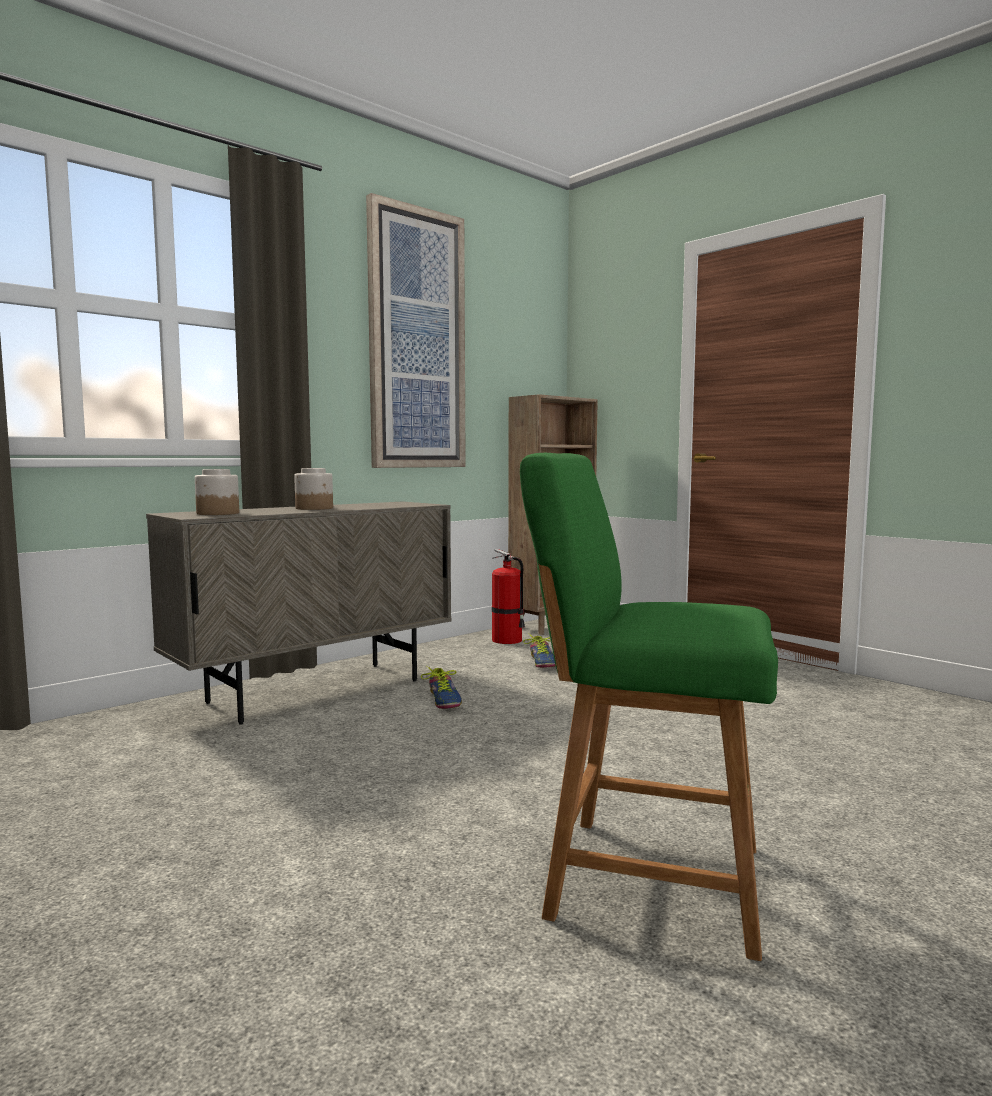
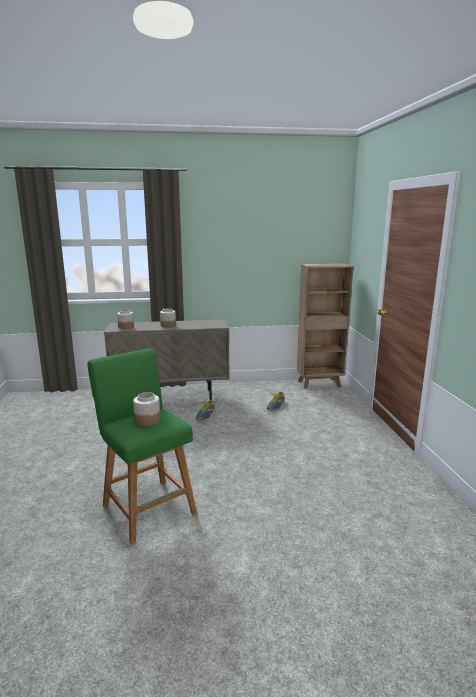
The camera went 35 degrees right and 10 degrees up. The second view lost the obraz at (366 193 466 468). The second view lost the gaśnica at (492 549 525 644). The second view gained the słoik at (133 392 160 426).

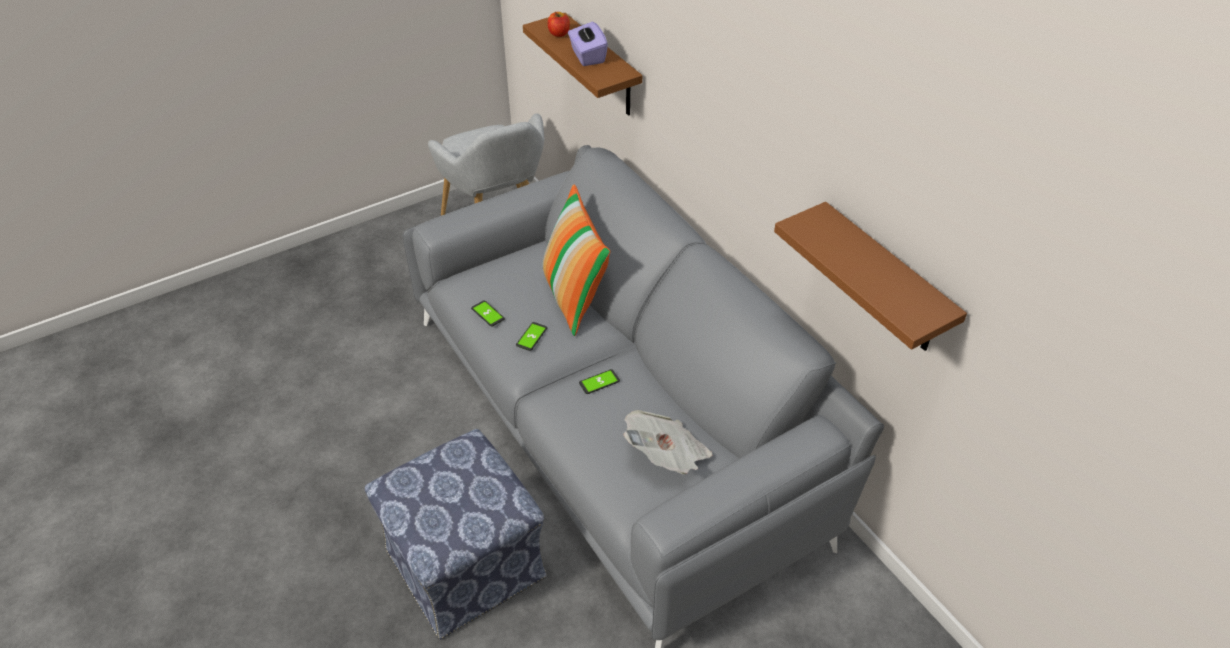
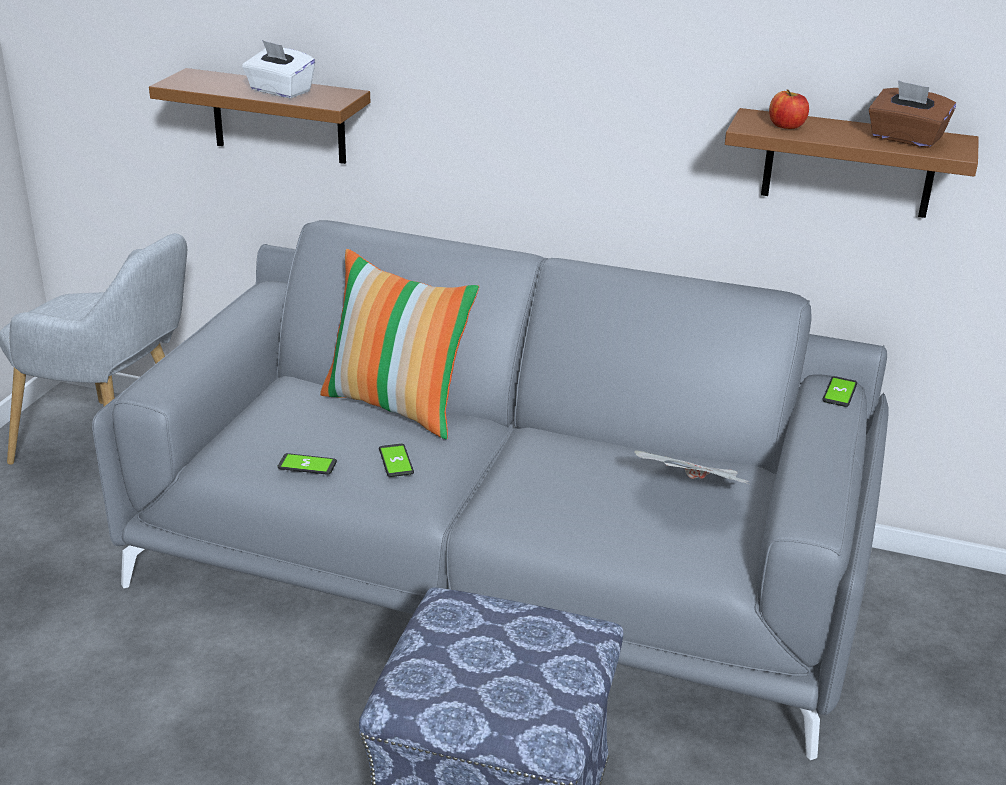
The camera went 40 degrees left and 15 degrees down. The second view gained the pudełko chusteczek/brązowy at (868 80 956 148). The jabłko ended up elsewhere, having gone from (548 12 570 37) to (769 89 809 129). The telefon ended up elsewhere, having gone from (579 369 620 394) to (822 376 857 407). What was the pudełko chusteczek/fioletowy at (568 20 608 66) turned into the pudełko chusteczek/biały at (242 40 315 98).

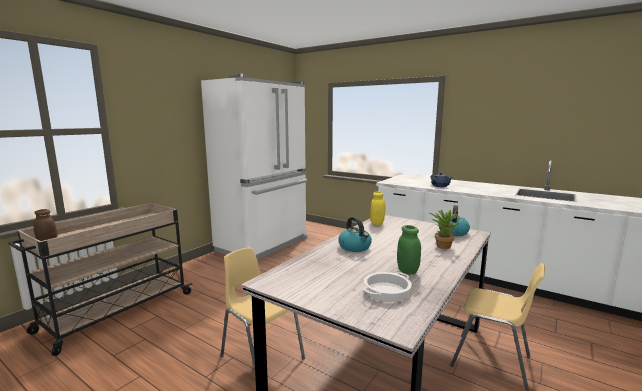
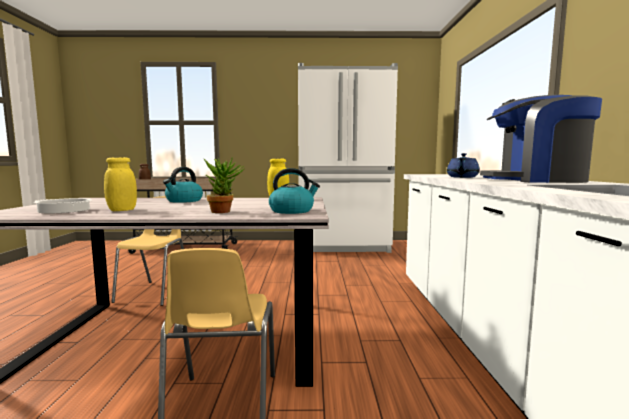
The camera went 55 degrees right and 5 degrees down. The second view gained the ekspres do kawy at (480 95 602 183). What was the słoik/zielony at (397 225 421 274) turned into the słoik/żółty at (104 157 137 211).

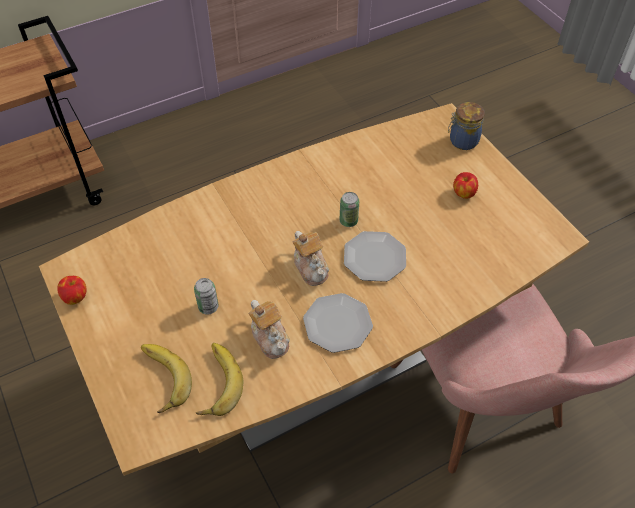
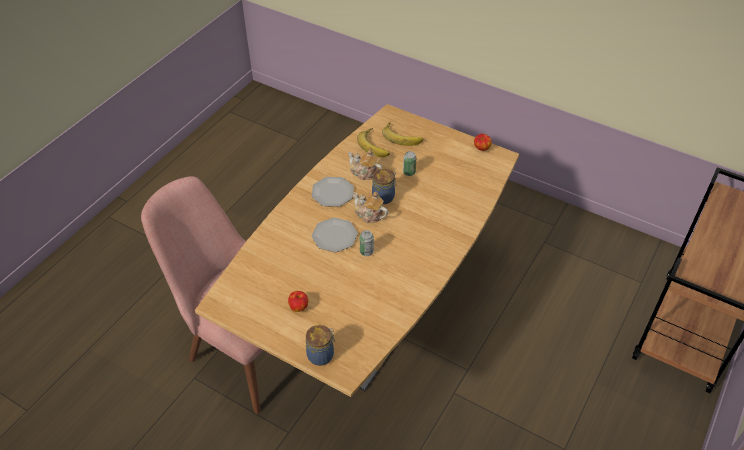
The camera went 150 degrees right and 5 degrees down. The second view gained the słoik at (372 169 396 204).

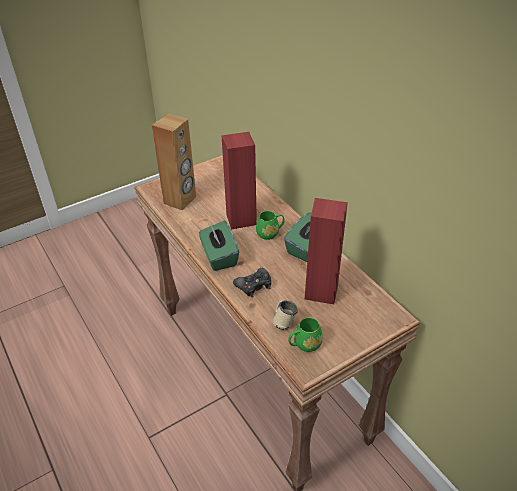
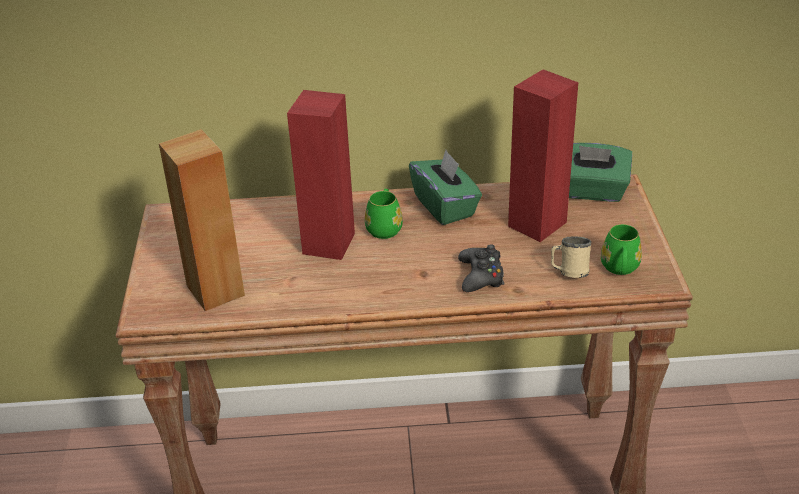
The camera went 60 degrees left and 5 degrees down. The pudełko chusteczek/zielony ended up elsewhere, having gone from (199 221 239 271) to (569 143 632 202).

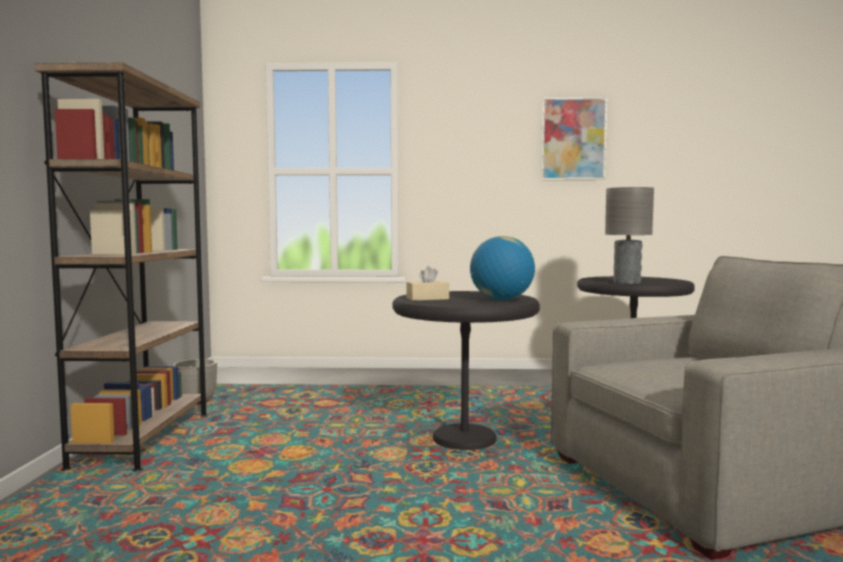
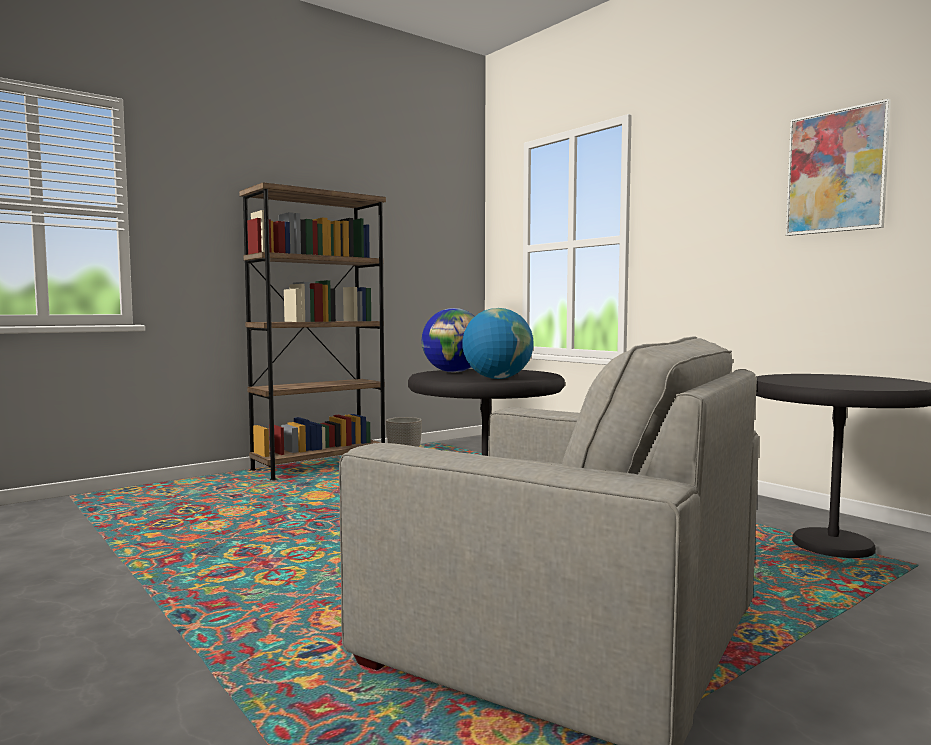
The camera went 50 degrees right and 0 degrees up. The second view lost the lampa stołowa/szary at (605 187 654 285). Where the pudełko chusteczek/beżowy stood at (407 266 449 301), the globus came to stand at (422 308 475 372).

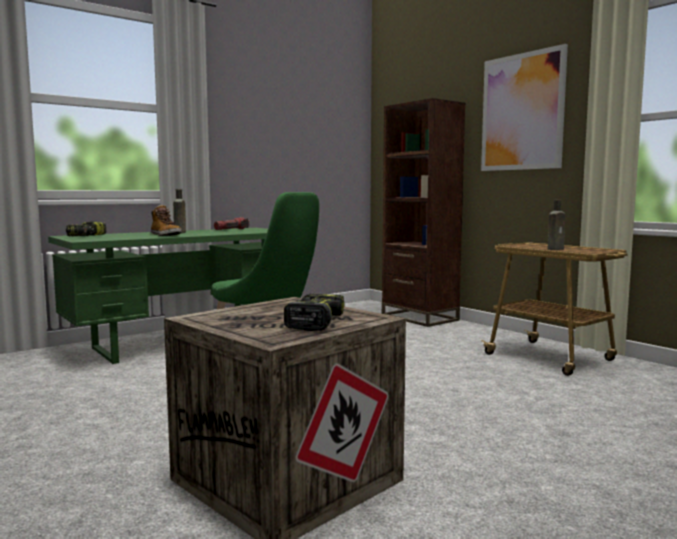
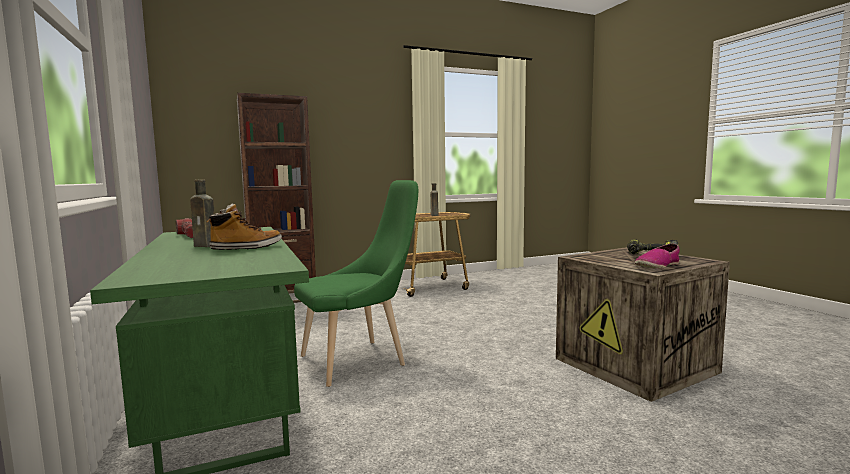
The camera went 75 degrees left and 0 degrees up. The second view lost the wiertarka at (66 221 106 236). The second view lost the obraz at (481 44 568 171). The second view gained the but at (635 244 680 269).

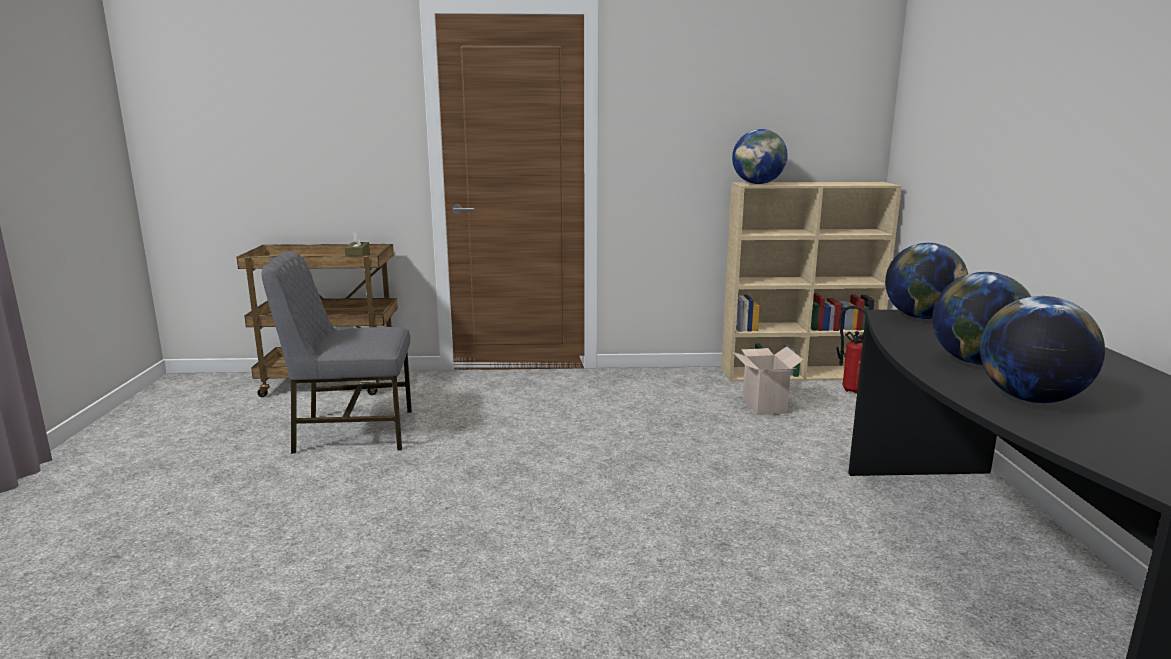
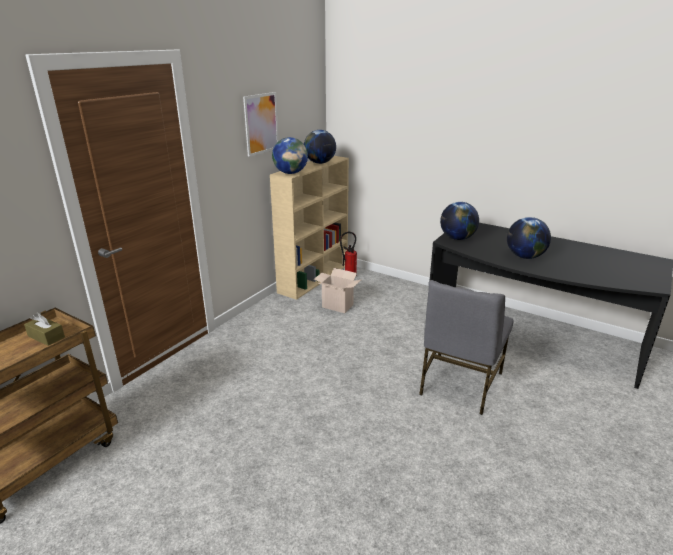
The camera went 55 degrees left and 10 degrees up. The second view gained the obraz at (243 92 279 157). The krzesło/szary ended up elsewhere, having gone from (261 251 412 454) to (419 280 514 415). The globus ended up elsewhere, having gone from (980 296 1105 403) to (304 130 336 164).

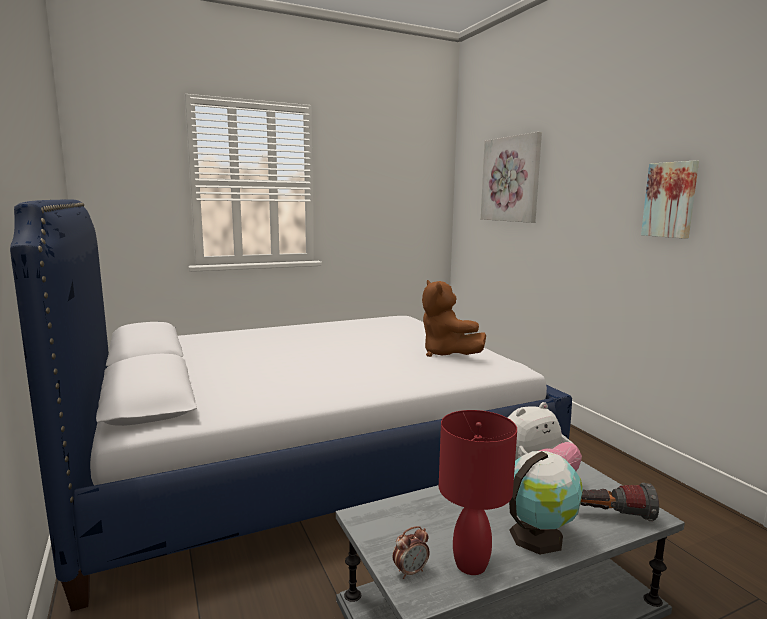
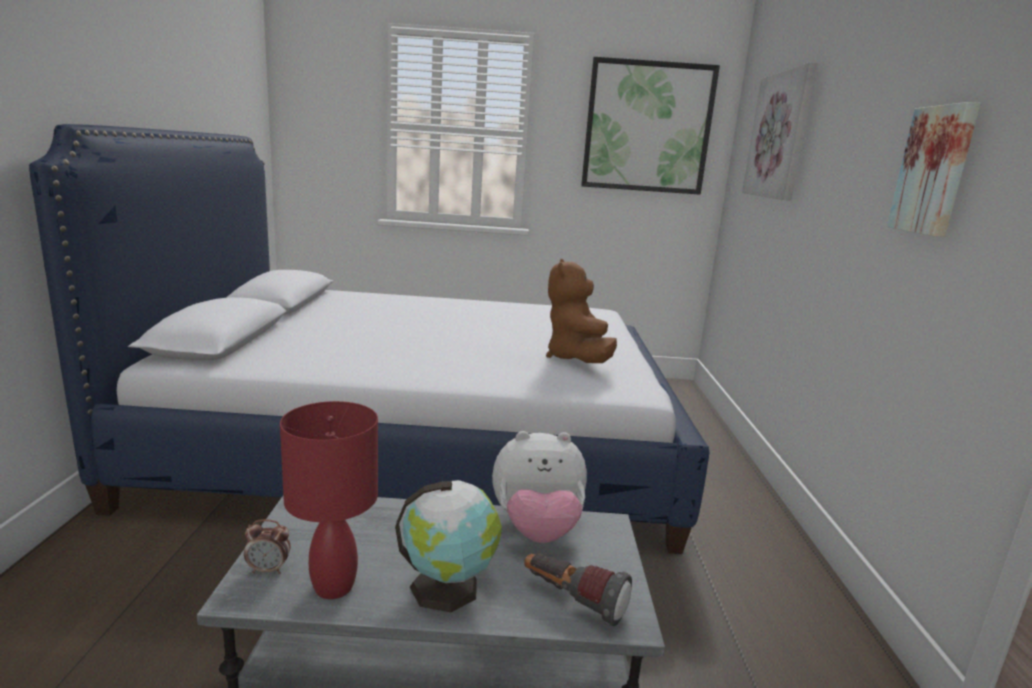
The camera went 25 degrees right and 5 degrees up. The second view gained the obraz at (581 57 720 195).

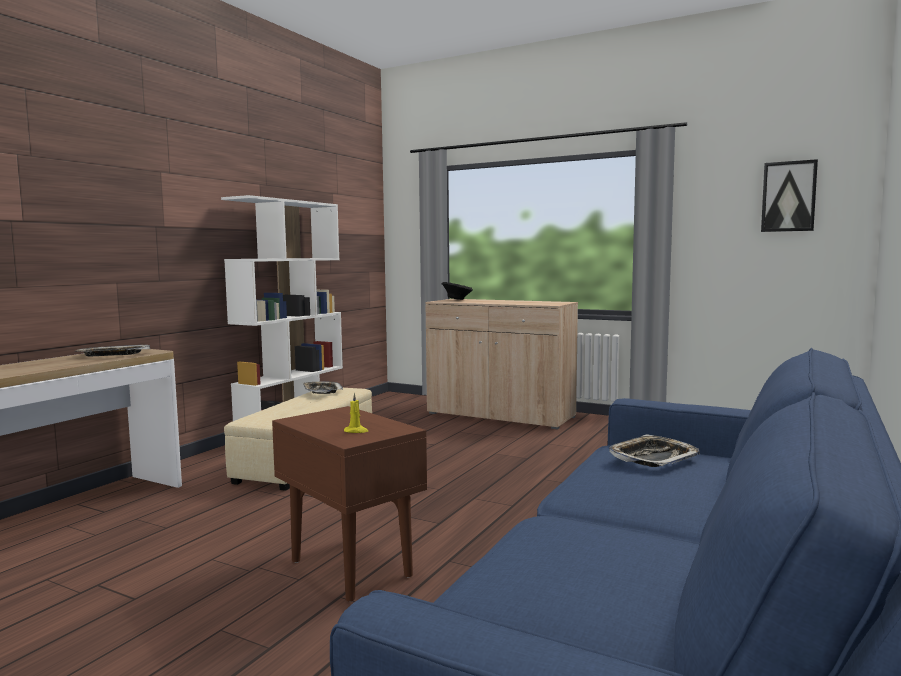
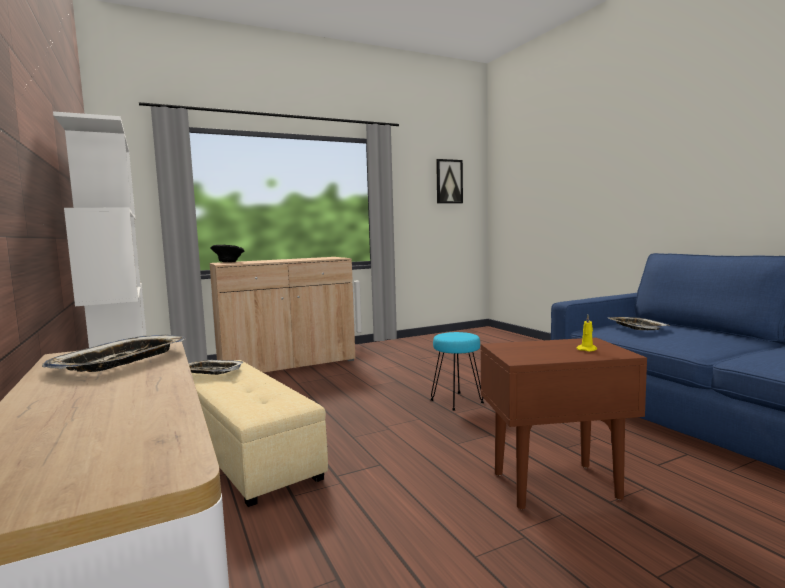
The camera went 55 degrees left and 0 degrees up. The second view gained the stołek/turkusowy at (430 332 484 411).

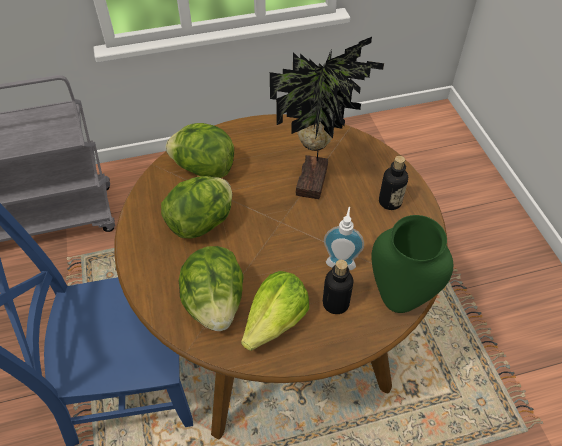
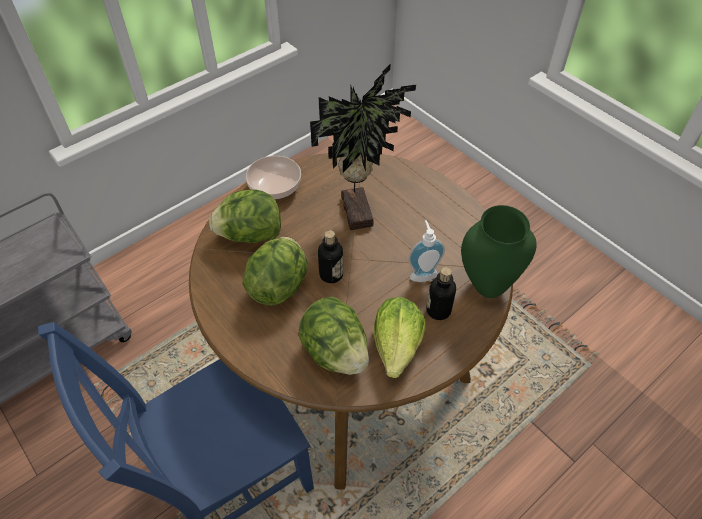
The camera went 25 degrees left and 0 degrees up. The second view gained the miska at (246 156 301 199). The butelka ended up elsewhere, having gone from (379 156 408 210) to (318 230 343 283).

